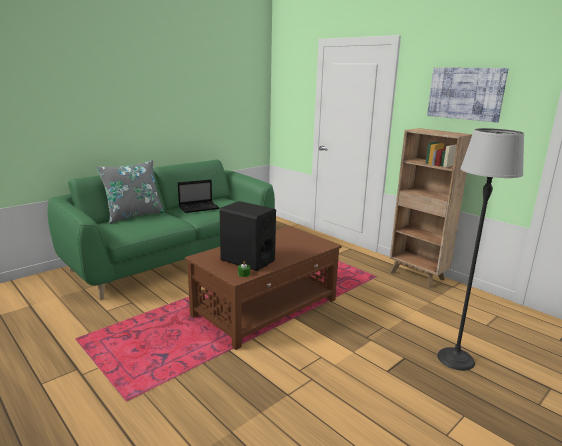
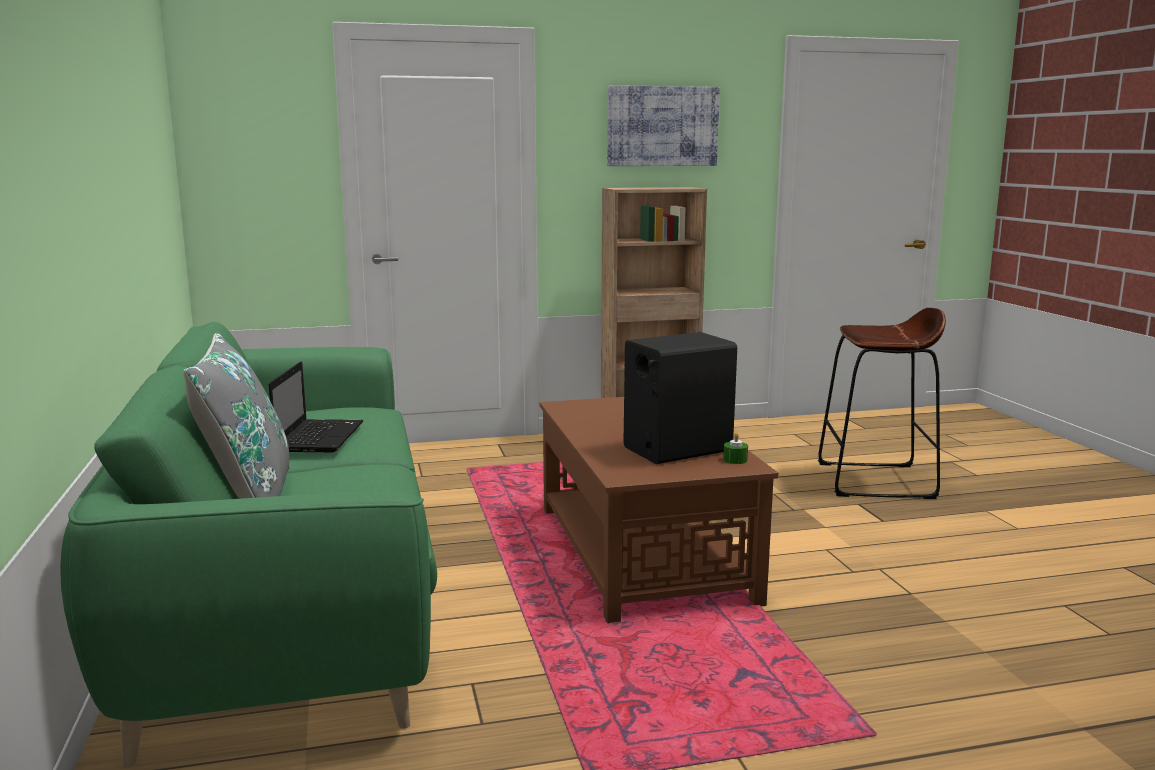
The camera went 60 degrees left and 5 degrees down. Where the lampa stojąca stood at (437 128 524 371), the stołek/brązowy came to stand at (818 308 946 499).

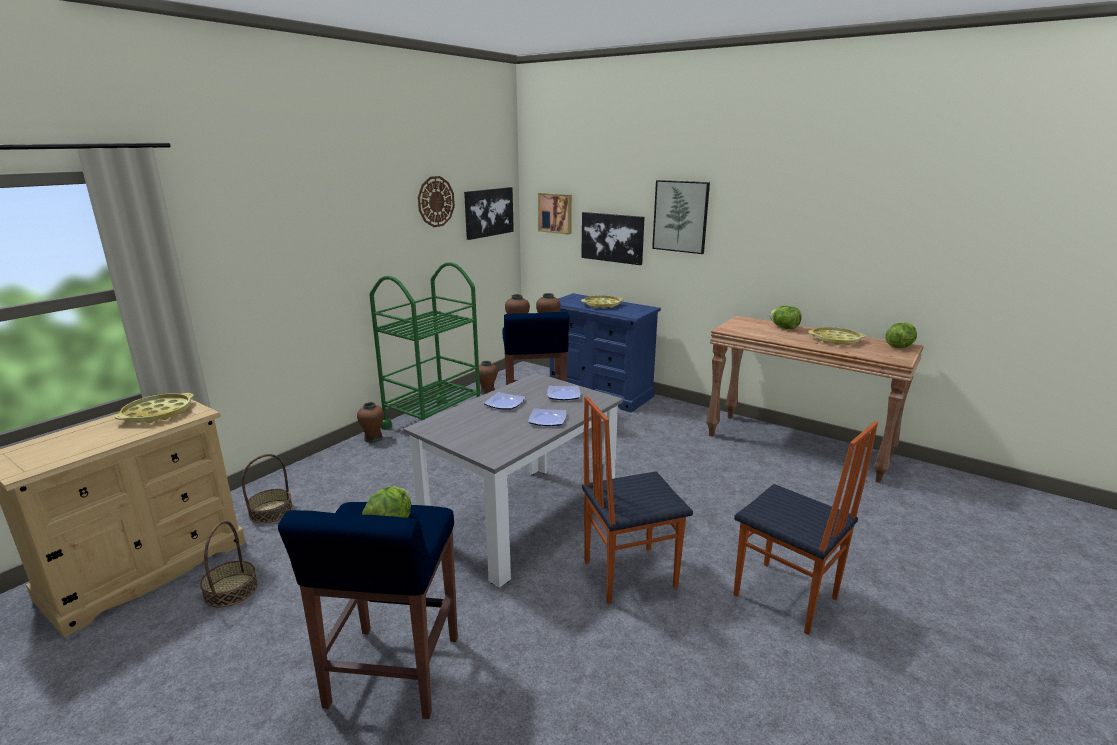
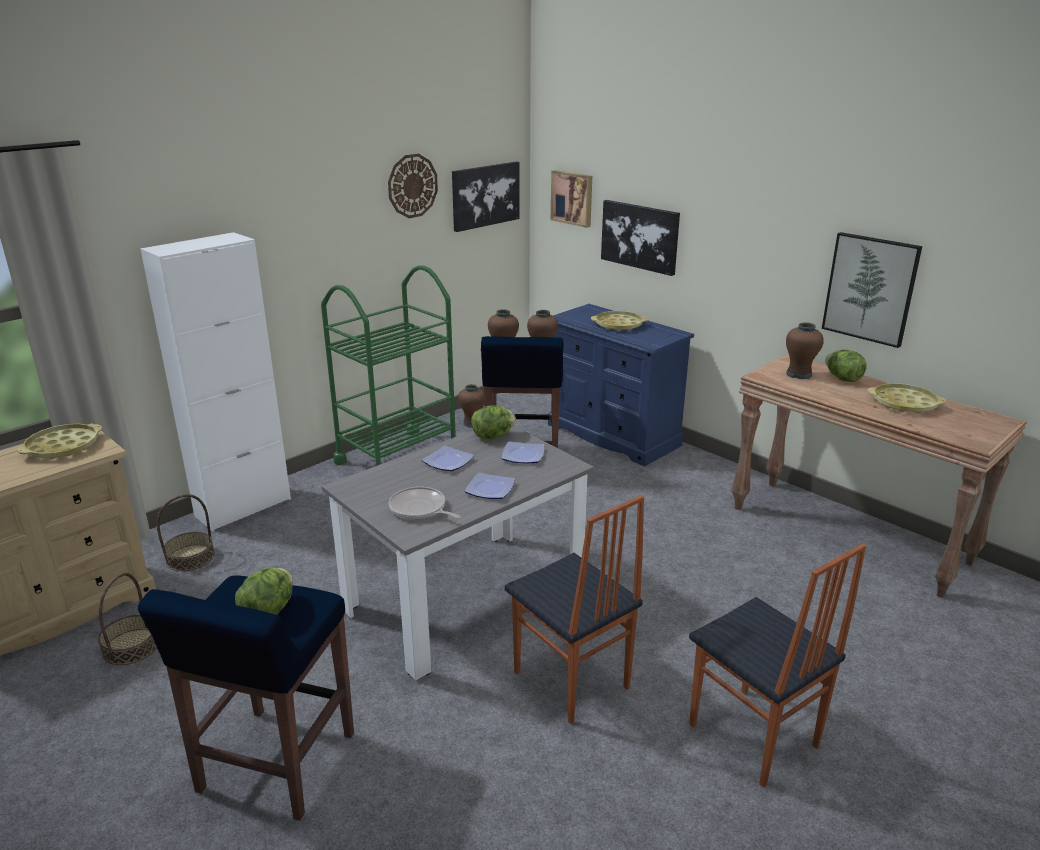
The camera went 10 degrees right and 5 degrees up. The second view gained the szafka/biały at (140 232 291 532). The second view gained the patelnia at (389 486 461 520). The wazon/brązowy ended up elsewhere, having gone from (357 402 384 443) to (786 322 824 379). The obraz ended up elsewhere, having gone from (652 180 710 254) to (822 232 922 348). The sałata ended up elsewhere, having gone from (885 323 917 348) to (471 405 516 440). The krzesło at (582 396 693 604) ended up facing another way, 120 degrees counterclockwise from before.

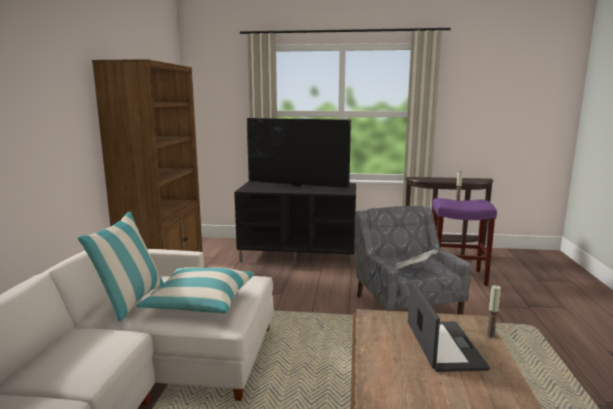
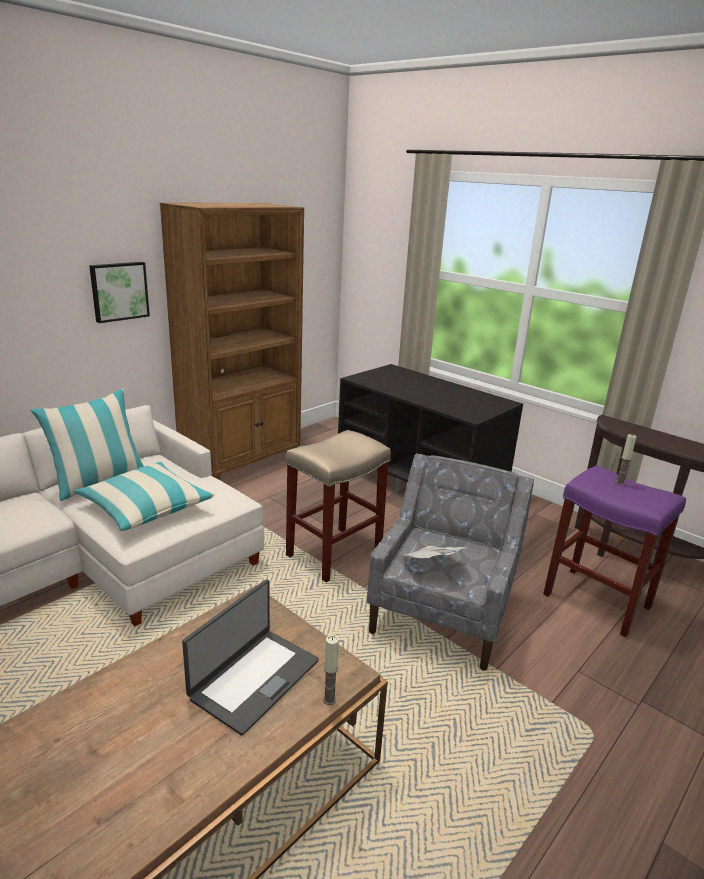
The camera went 35 degrees right and 10 degrees up. The second view lost the telewizor at (247 118 351 189). The second view gained the obraz at (89 262 150 323). The second view gained the stołek/beżowy at (285 430 391 582).

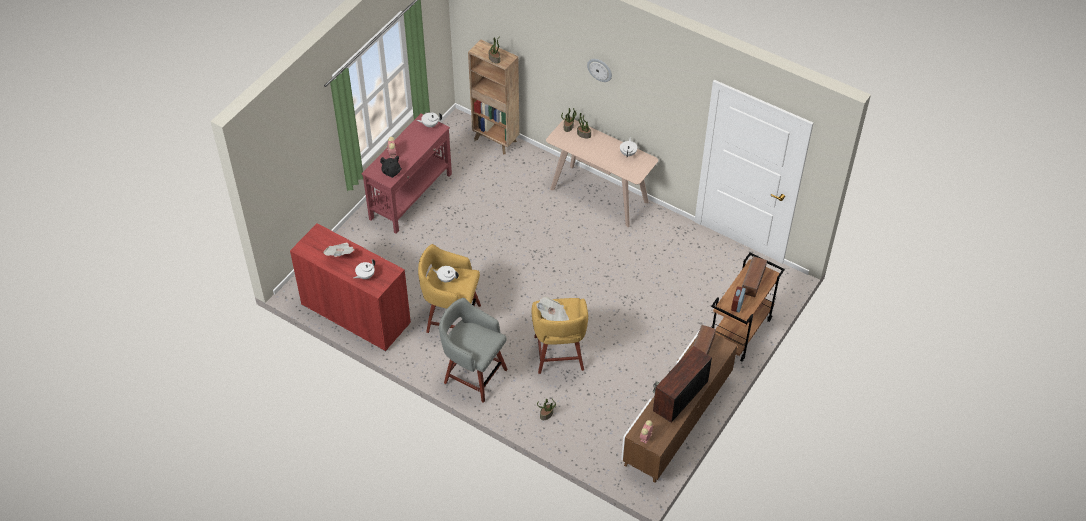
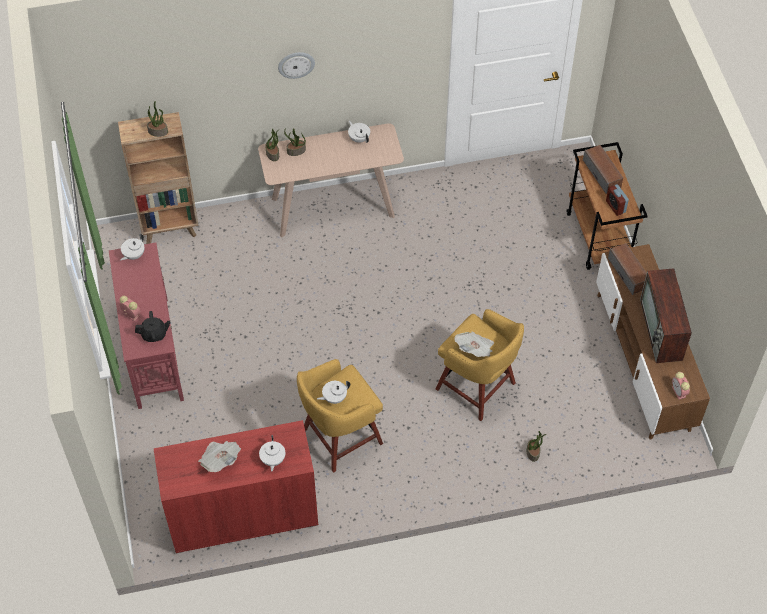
The camera went 45 degrees left and 5 degrees up. The second view lost the stołek/szary at (439 298 508 403).

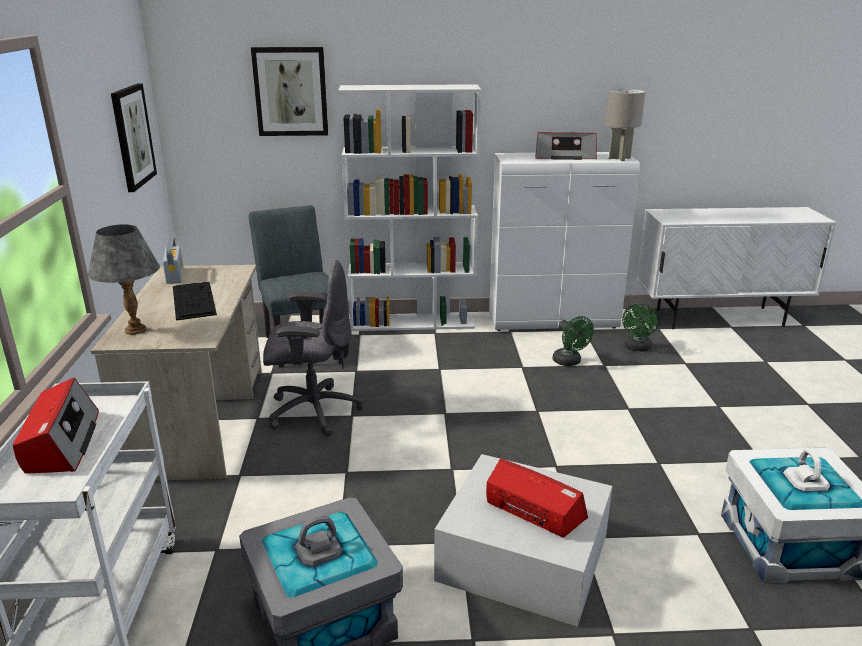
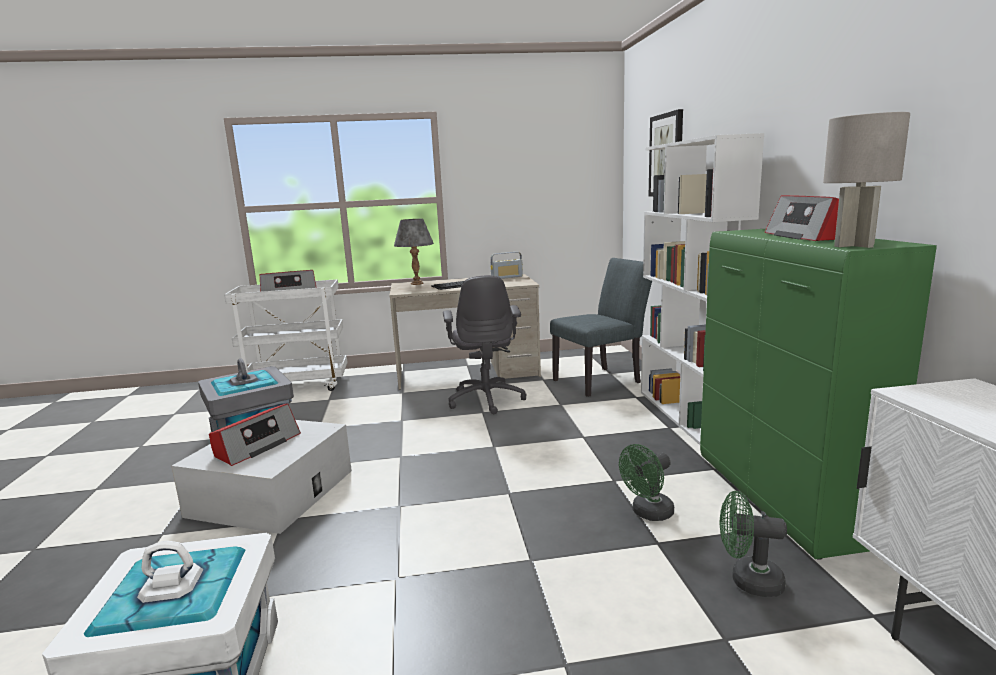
The camera went 85 degrees right and 10 degrees down. The second view lost the obraz at (111 83 157 192). What was the szafka/biały at (489 152 640 331) turned into the szafka/zielony at (700 229 937 560).

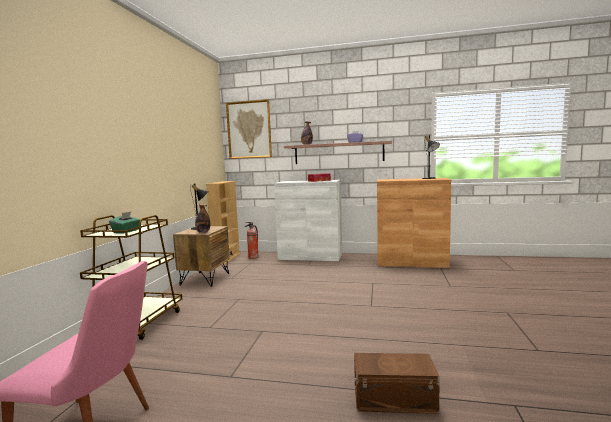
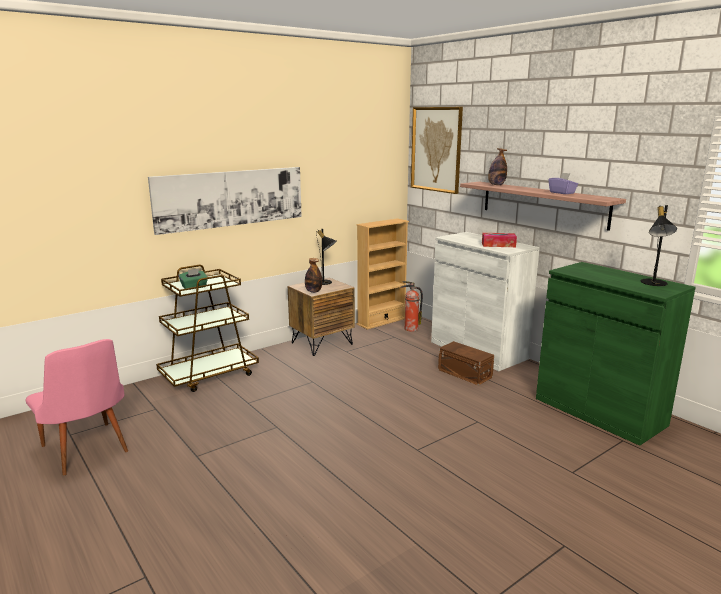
The camera went 40 degrees right and 10 degrees up. The second view gained the obraz at (148 167 302 235). The pojemnik do przechowywania/brązowy ended up elsewhere, having gone from (354 353 440 414) to (438 341 494 385). What was the szafka/brązowy at (377 178 451 268) turned into the szafka/zielony at (536 262 696 446).

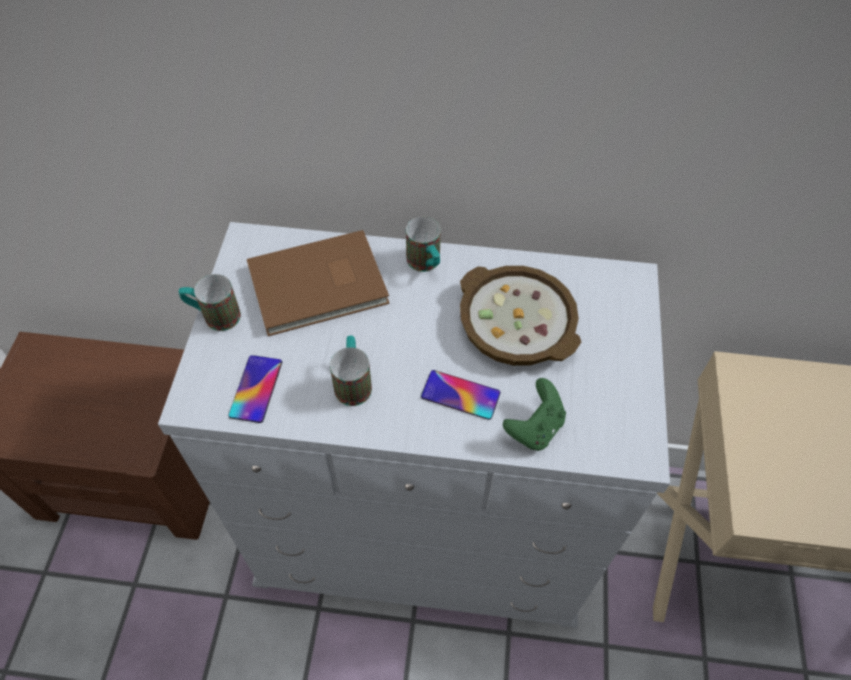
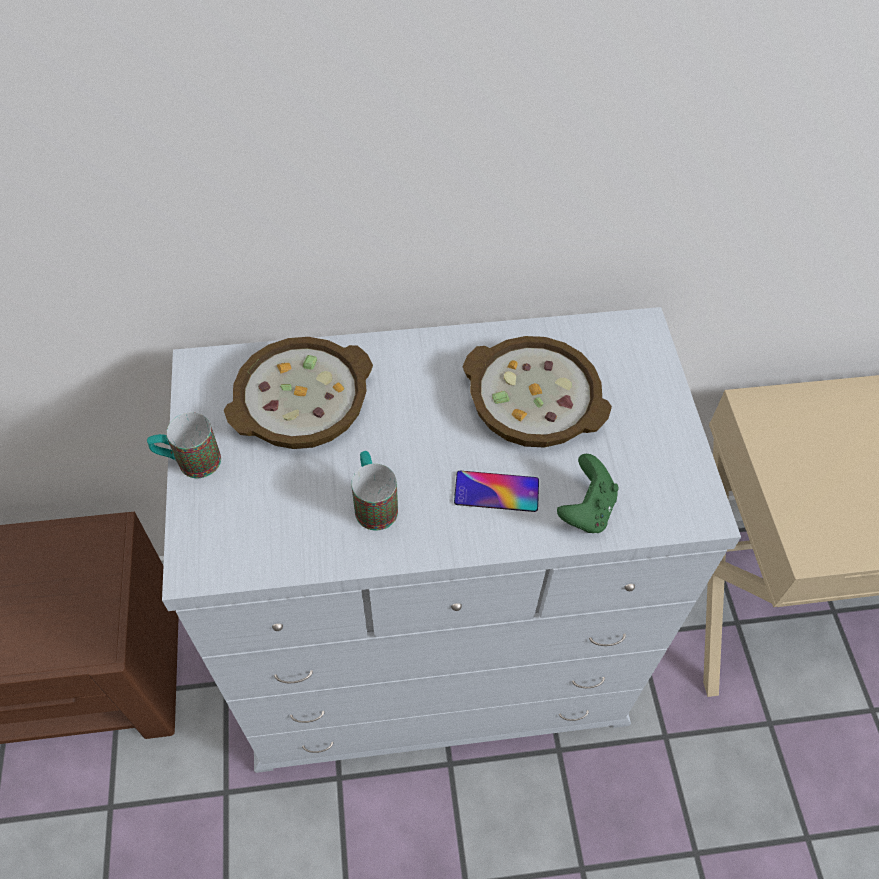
The camera went 15 degrees left and 0 degrees up. The second view lost the telefon at (228 355 282 423). The second view lost the kubek at (406 217 441 272). Where the książka/brązowy stood at (247 230 390 336), the miska came to stand at (224 337 373 449).

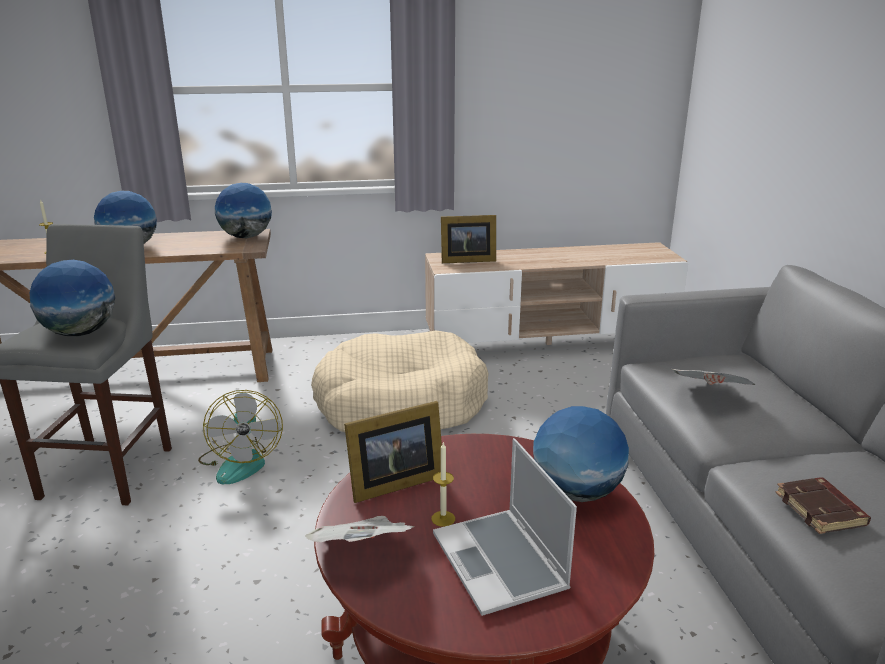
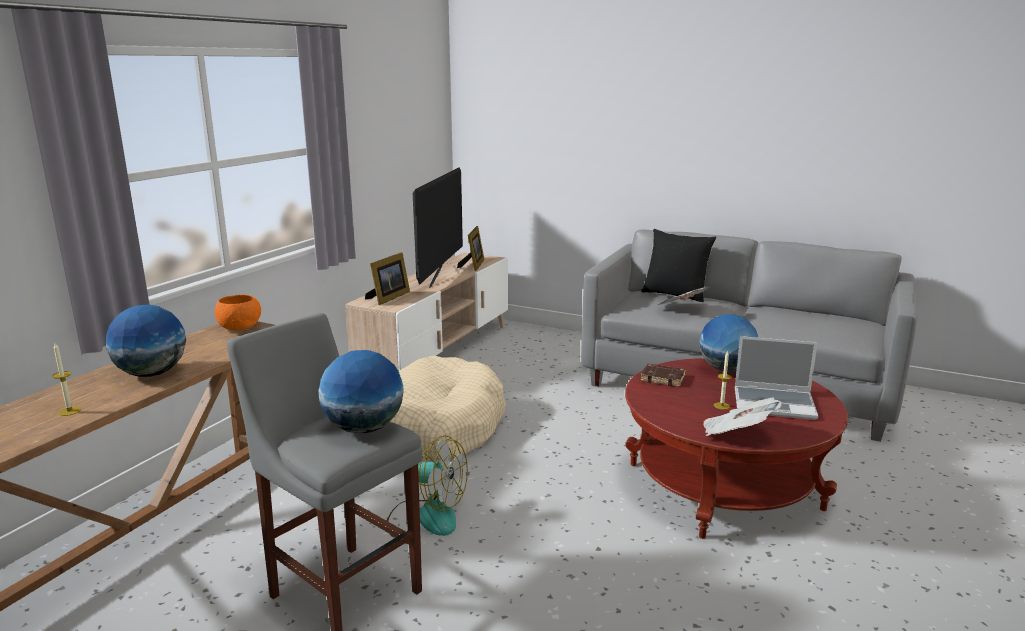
The camera went 55 degrees left and 5 degrees down. The second view gained the telewizor at (413 167 463 288). The second view gained the poduszka/czarny at (641 229 716 302). The ramka na zdjęcie ended up elsewhere, having gone from (344 401 442 503) to (457 226 484 271). The książka/brązowy ended up elsewhere, having gone from (776 477 871 534) to (640 364 686 387). Where the globus stood at (215 183 272 238), the miska/pomarańczowy came to stand at (214 294 261 331).

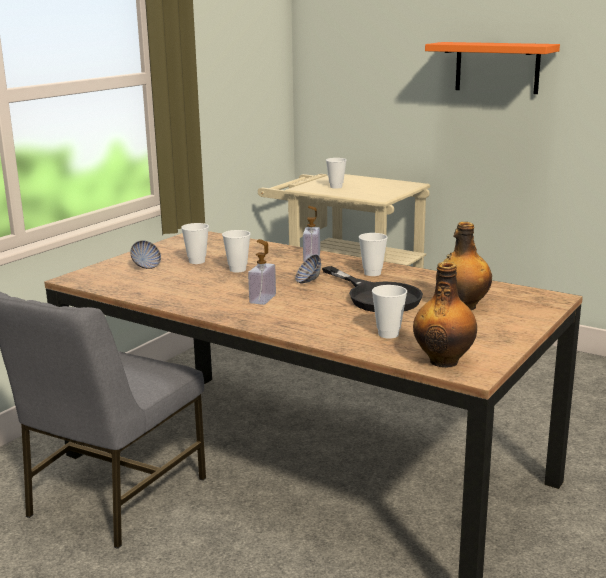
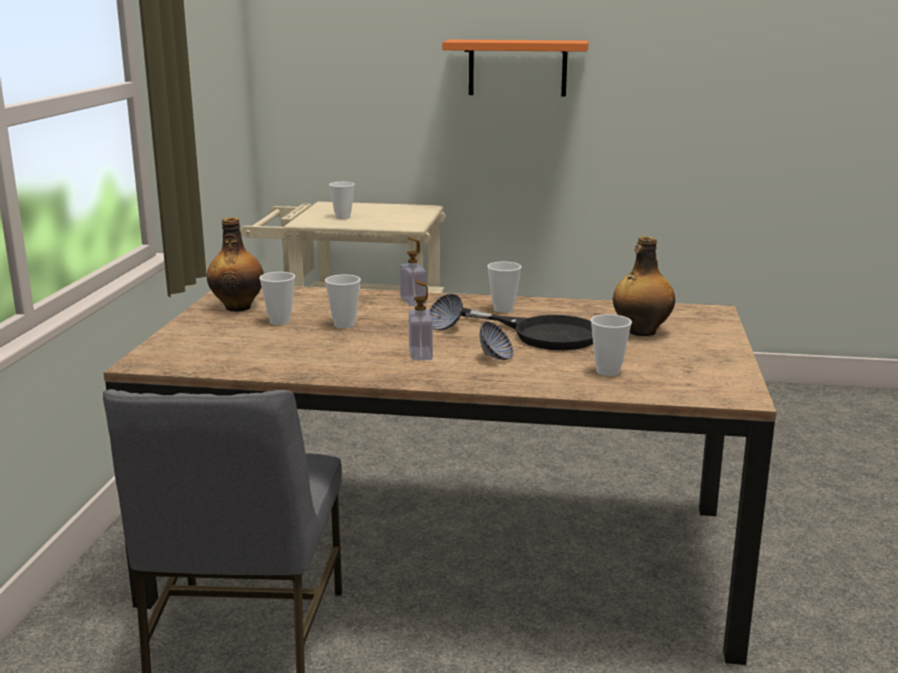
The camera went 25 degrees left and 0 degrees up. The miska ended up elsewhere, having gone from (130 240 161 269) to (480 321 514 360). The butelka ended up elsewhere, having gone from (413 262 477 368) to (207 217 264 312).

